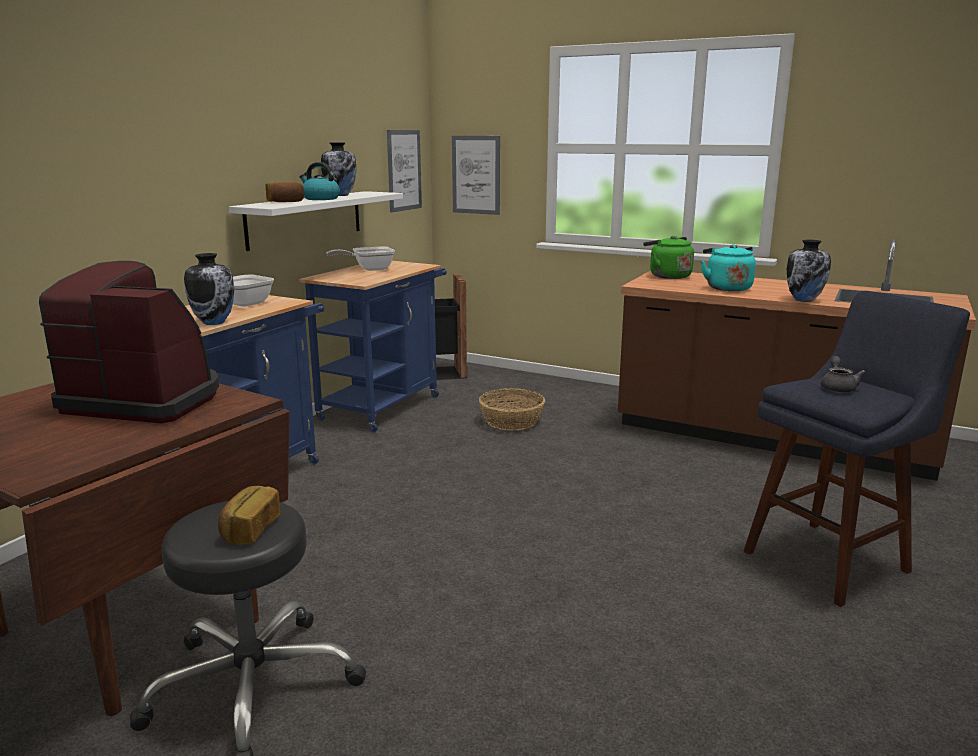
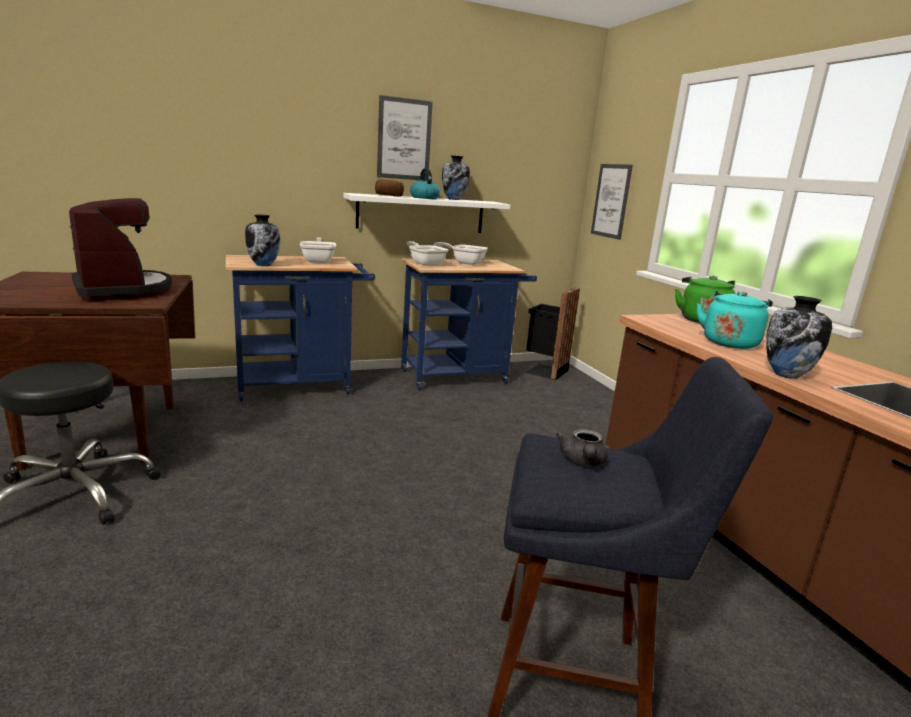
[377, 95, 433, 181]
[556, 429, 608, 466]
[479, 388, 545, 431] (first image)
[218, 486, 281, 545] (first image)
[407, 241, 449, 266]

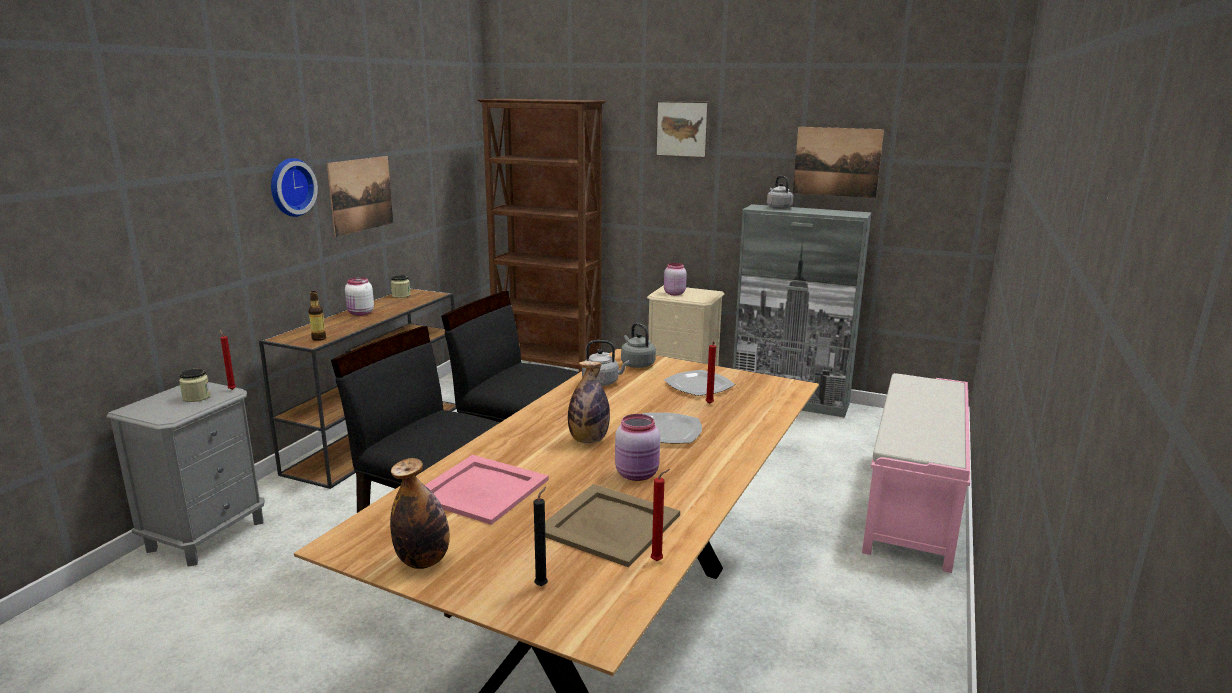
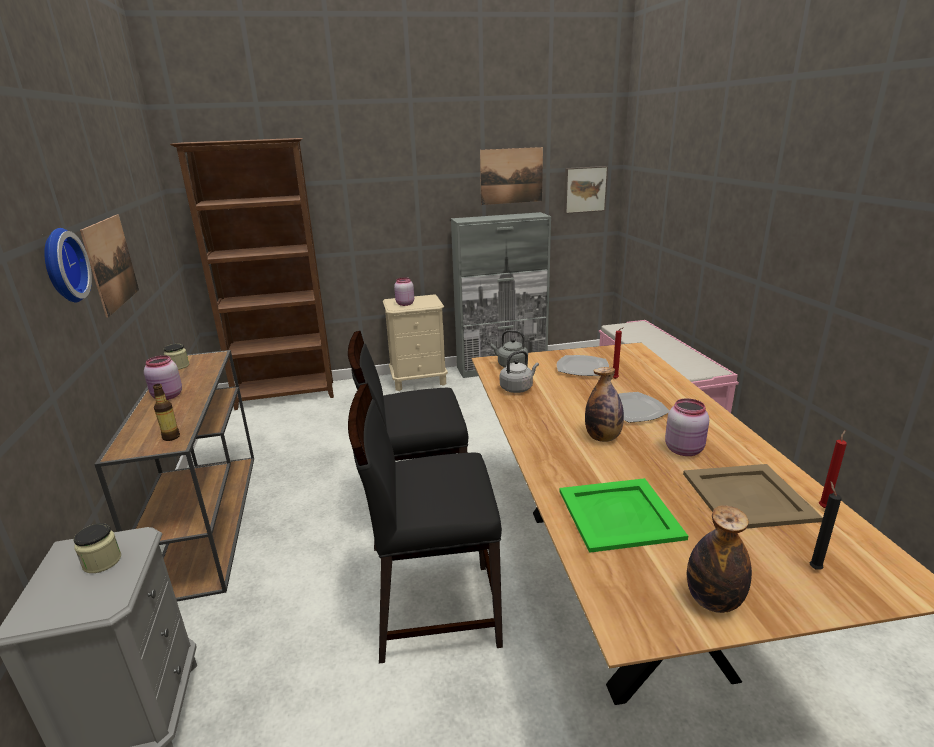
[564, 166, 608, 214]
[767, 176, 793, 209] (first image)
[144, 355, 182, 400]
[220, 330, 236, 390] (first image)
[559, 478, 688, 553]

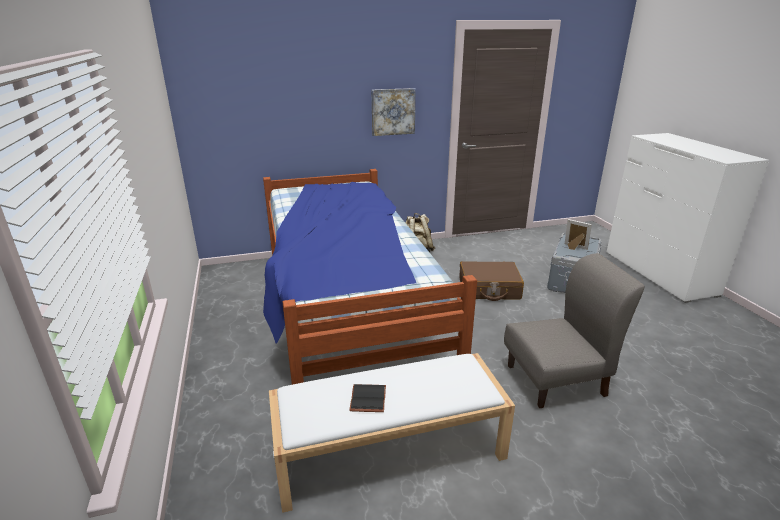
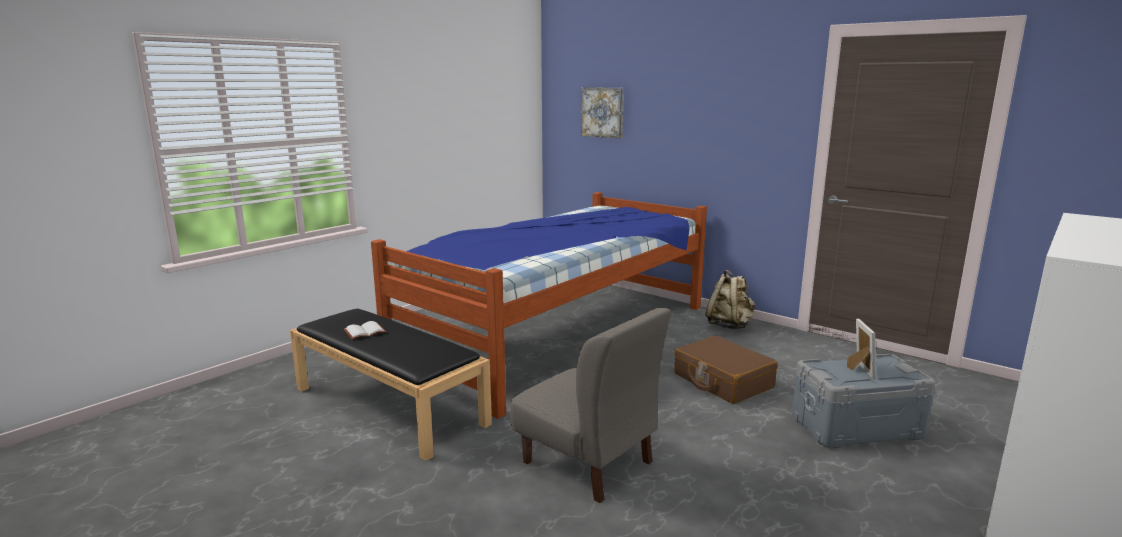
[581, 87, 624, 138]
[290, 309, 492, 461]
[344, 321, 386, 339]

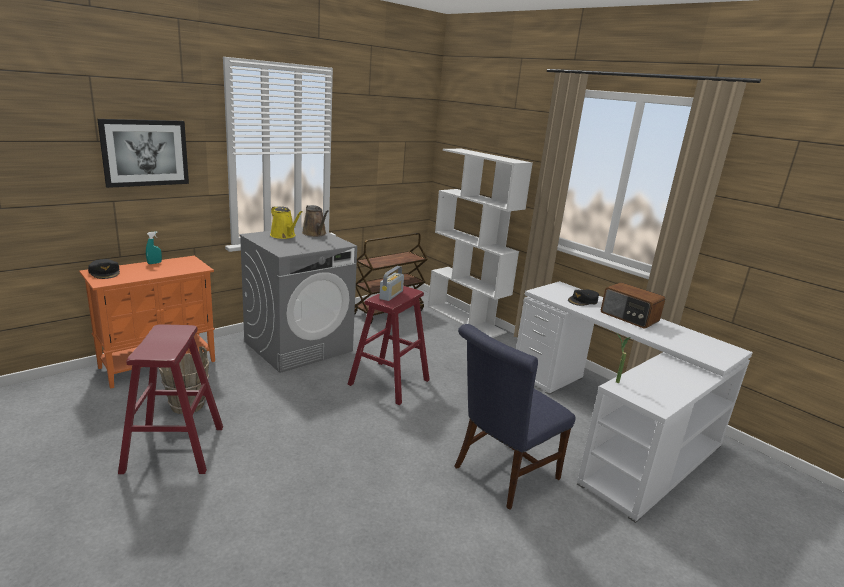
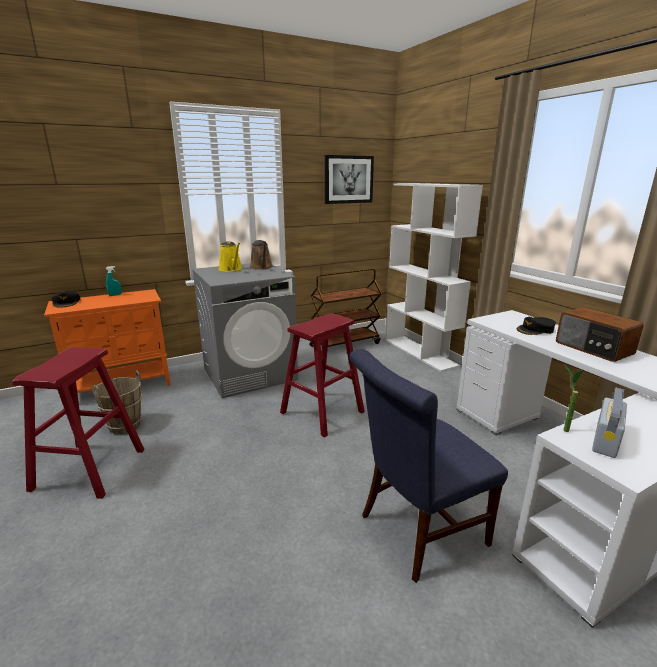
[325, 155, 374, 204]
[592, 387, 627, 458]

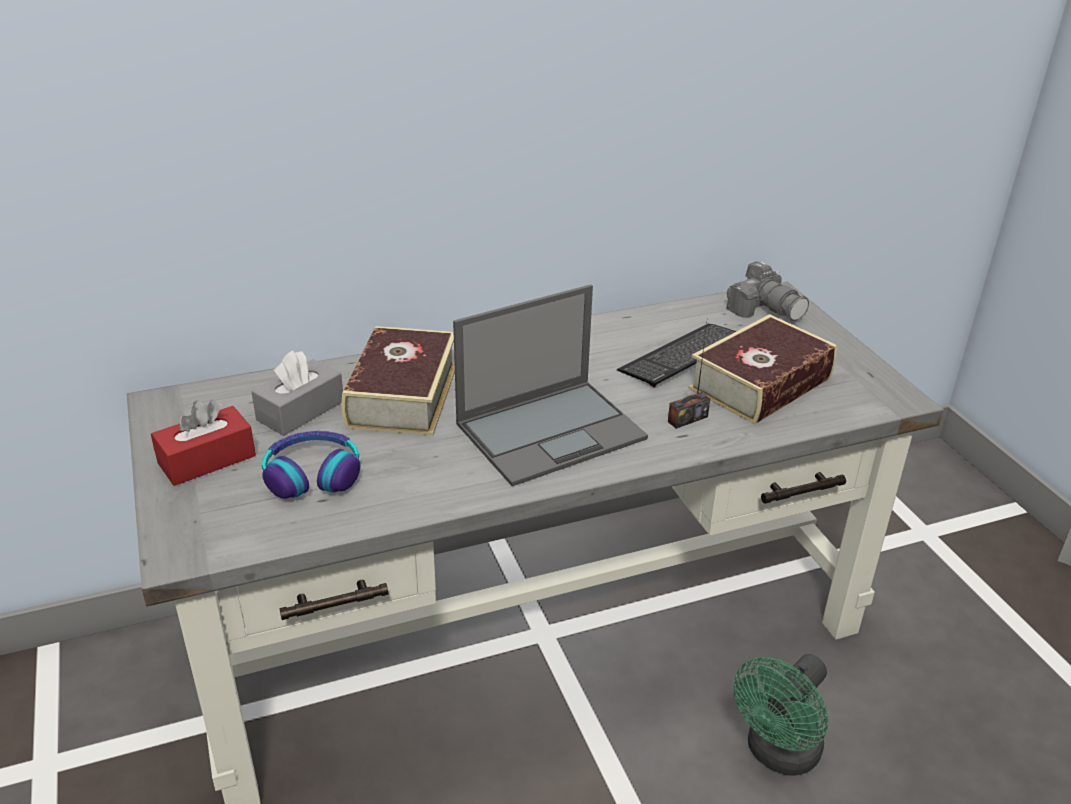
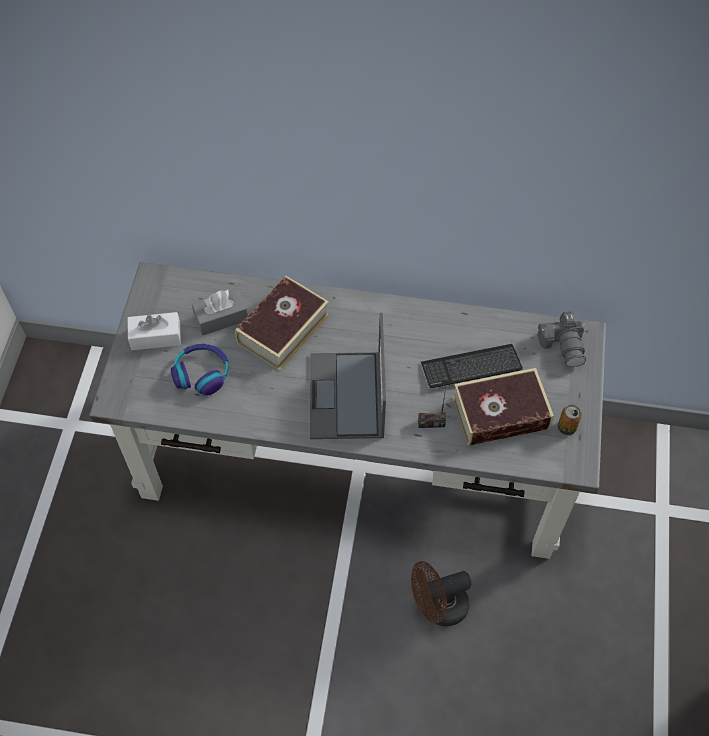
[310, 313, 386, 439]
[127, 312, 181, 350]
[411, 561, 472, 626]
[558, 405, 582, 435]

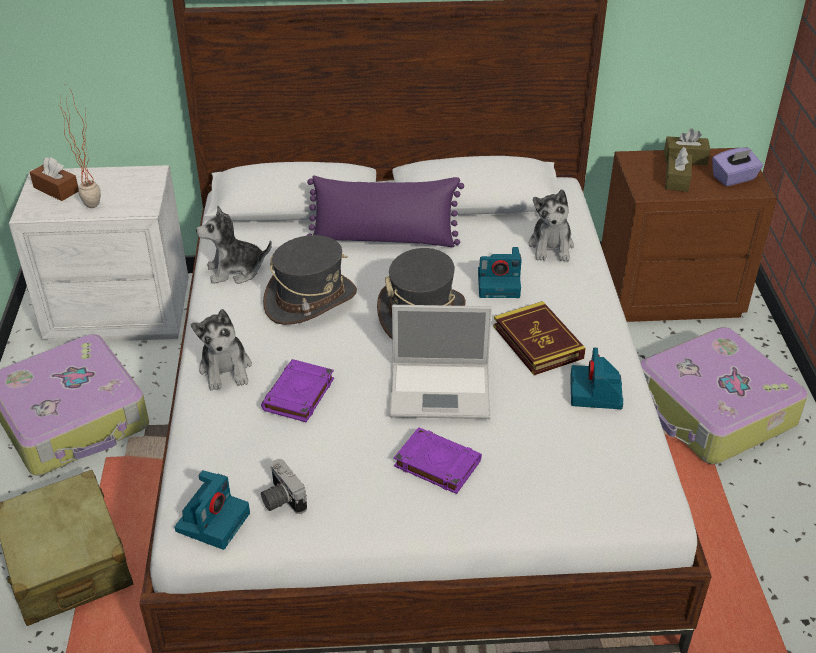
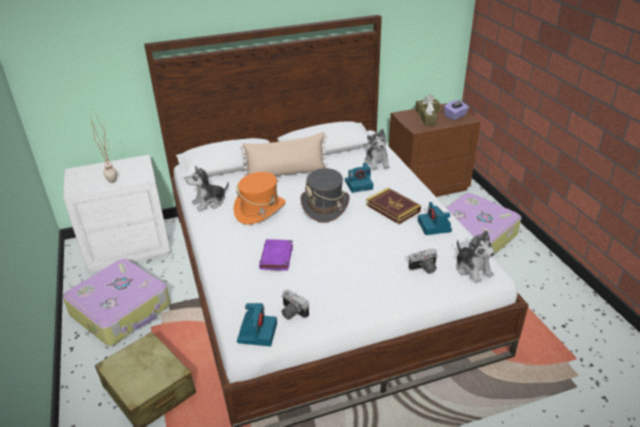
[30, 157, 79, 201] (first image)
[240, 132, 329, 176]
[234, 172, 286, 225]
[390, 305, 492, 419] (first image)
[456, 230, 495, 283]
[394, 427, 482, 494] (first image)
[409, 248, 437, 274]

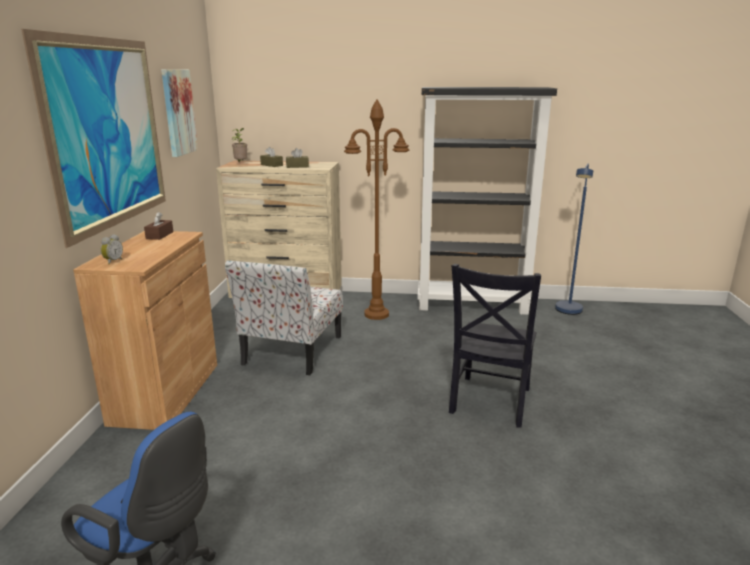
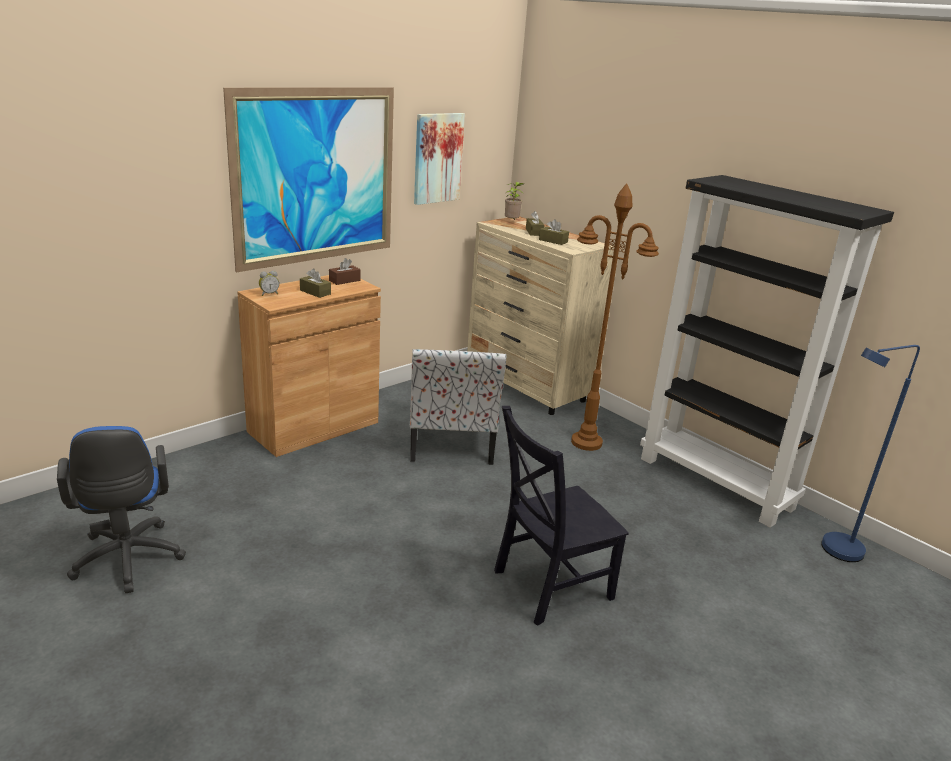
[410, 349, 506, 465]
[300, 269, 331, 298]

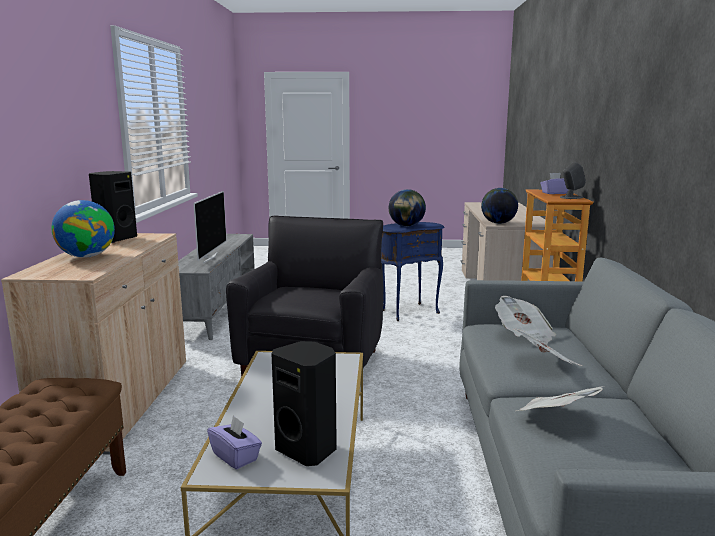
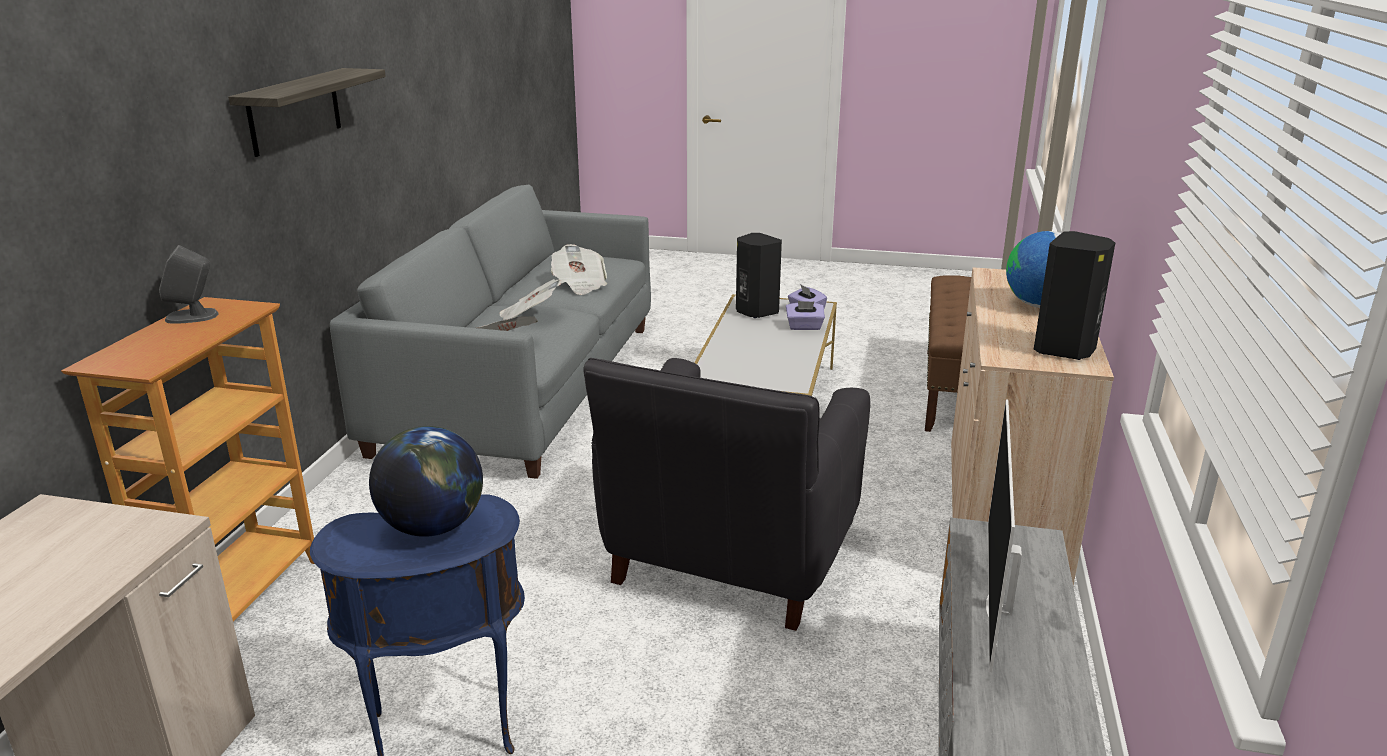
[786, 301, 825, 330]
[481, 188, 518, 224] (first image)
[228, 68, 386, 157]

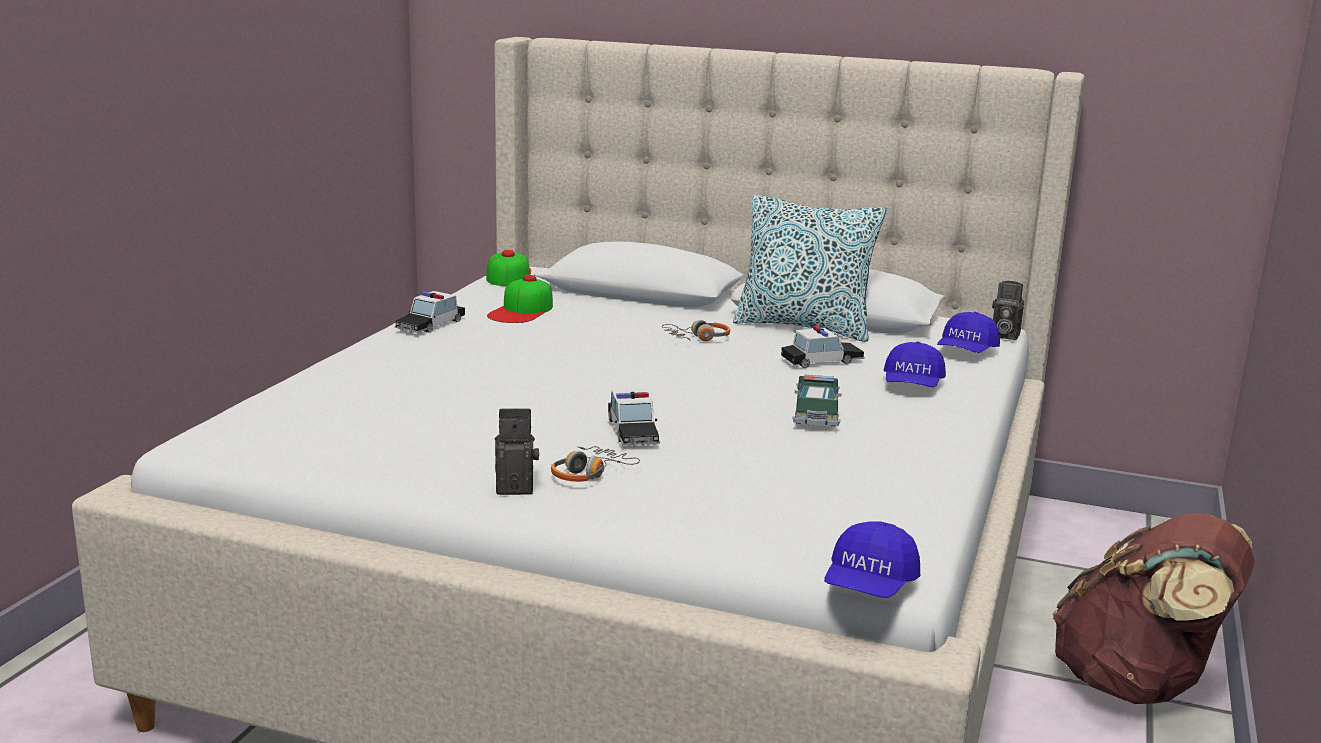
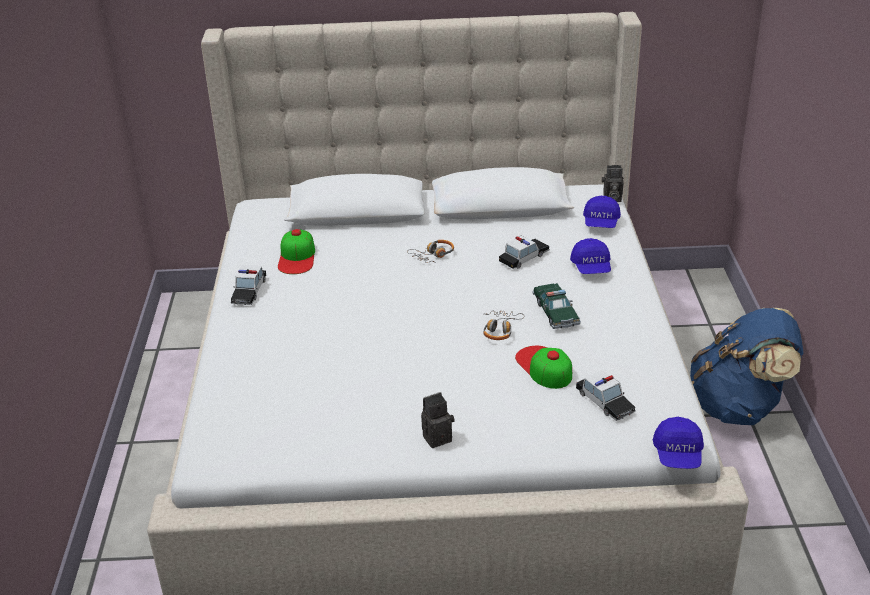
[733, 195, 888, 342] (first image)
[515, 346, 572, 389]
[576, 370, 636, 421]
[483, 310, 525, 340]
[690, 308, 804, 425]

